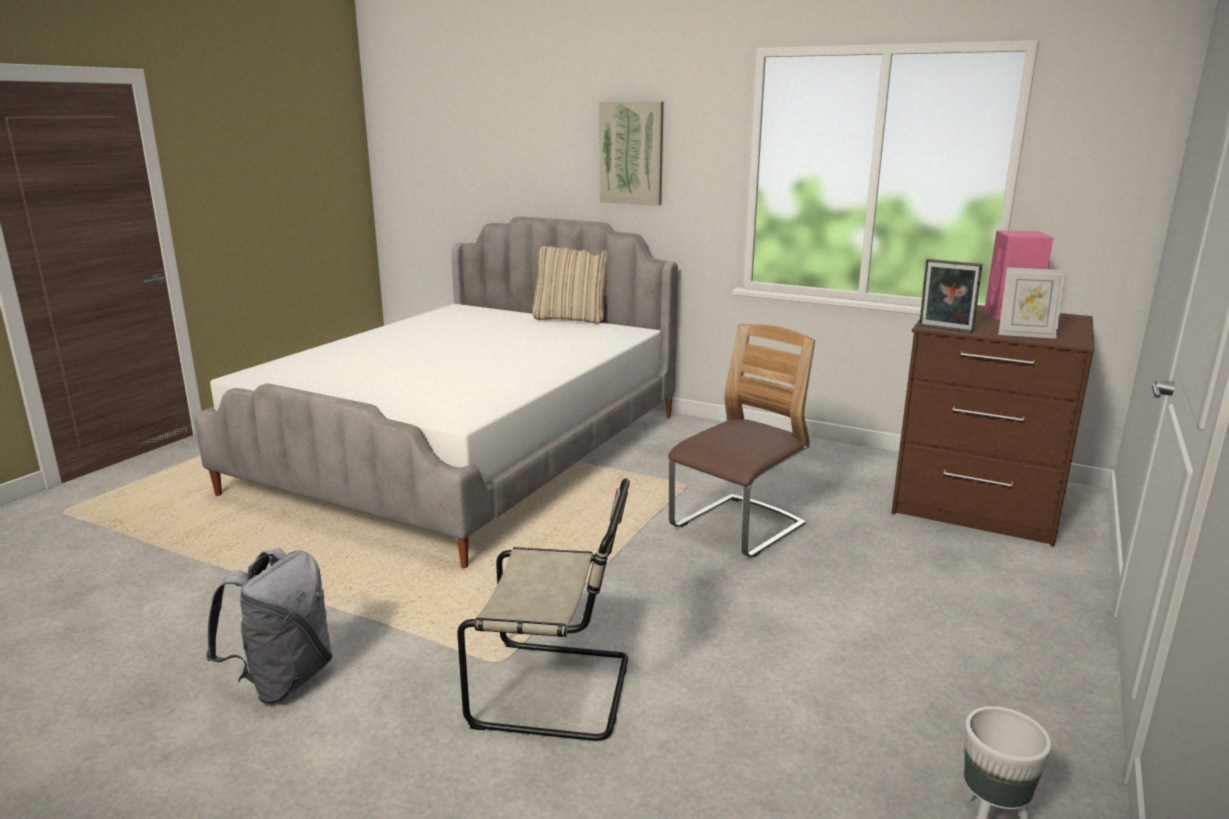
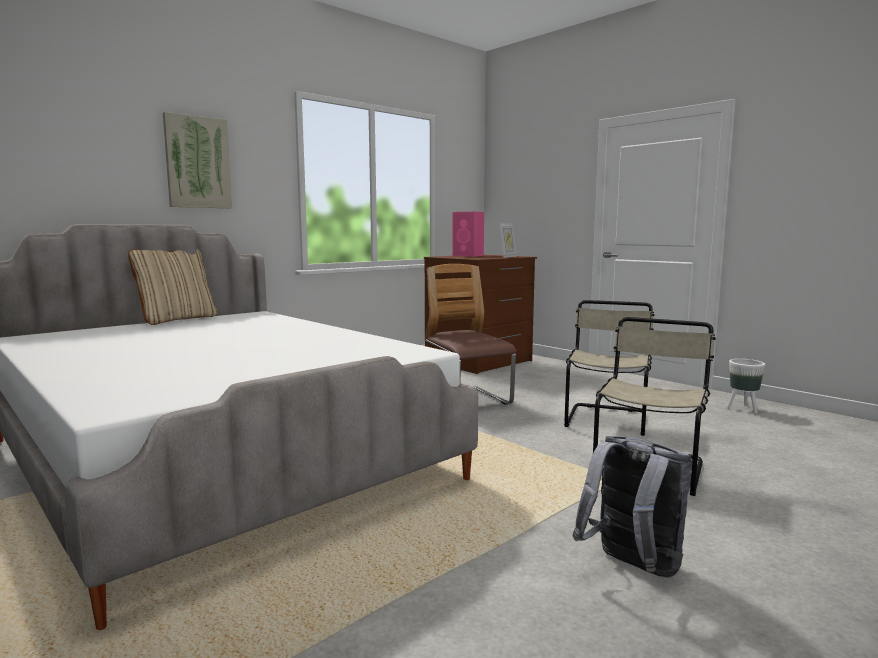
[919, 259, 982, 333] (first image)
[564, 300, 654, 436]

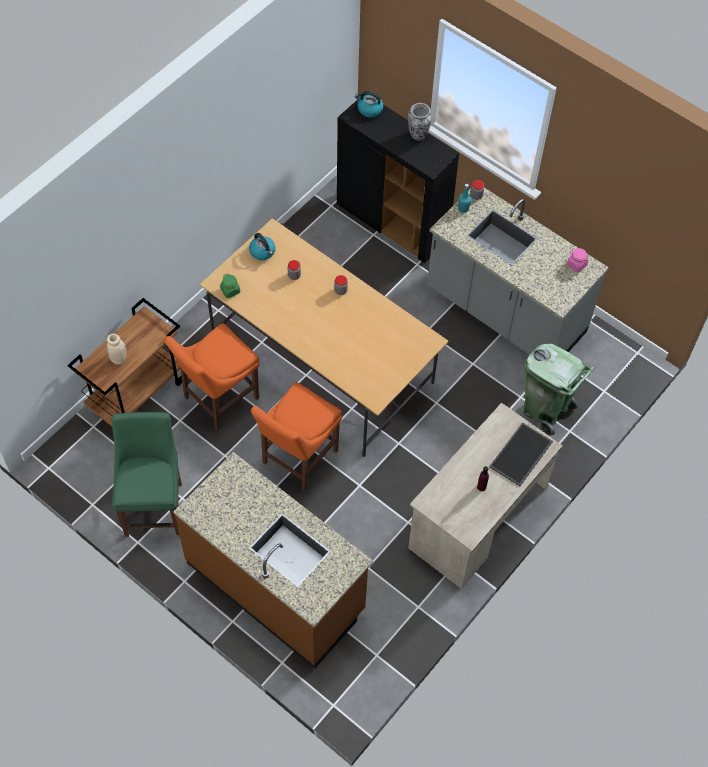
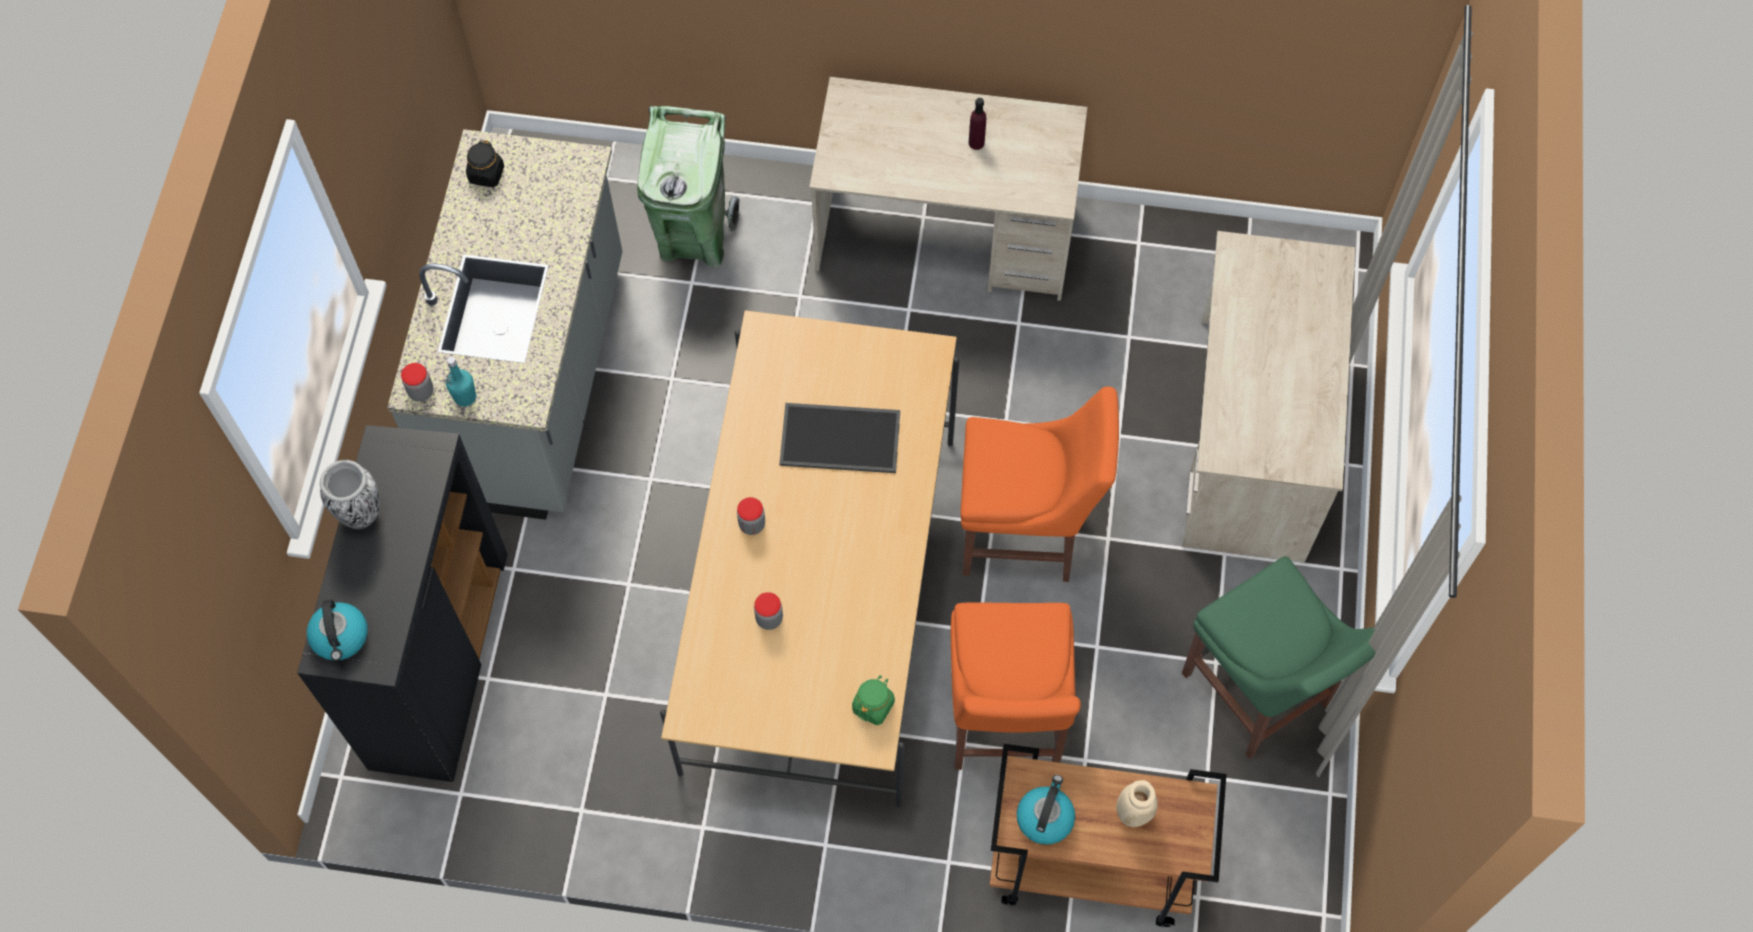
[1017, 775, 1075, 845]
[466, 140, 504, 187]
[951, 603, 1081, 770]
[1182, 556, 1376, 759]
[779, 403, 900, 473]
[1182, 231, 1355, 563]

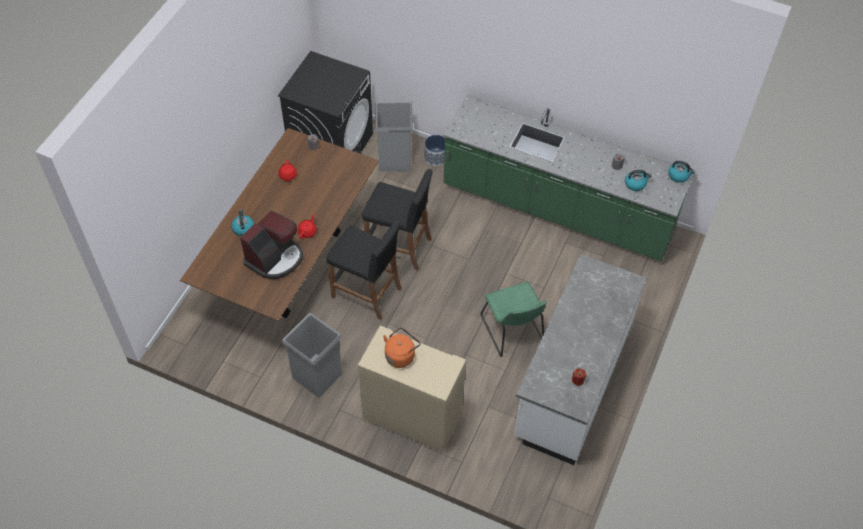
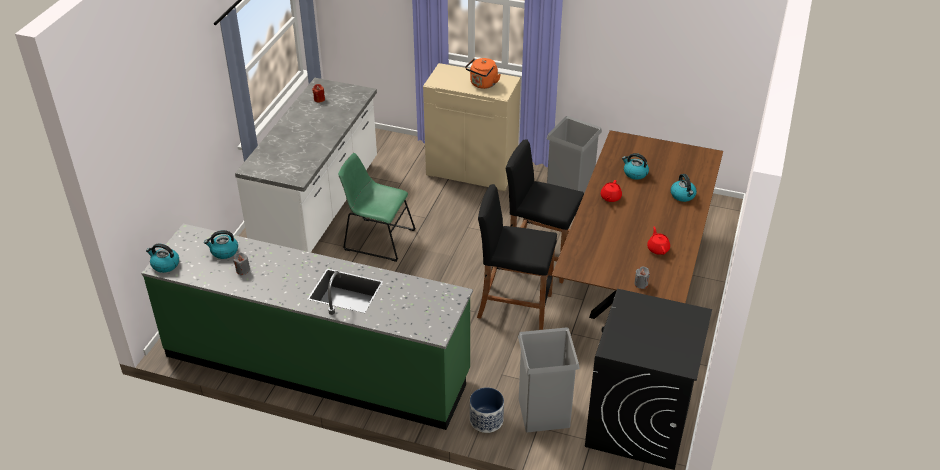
[622, 153, 649, 180]
[338, 153, 416, 262]

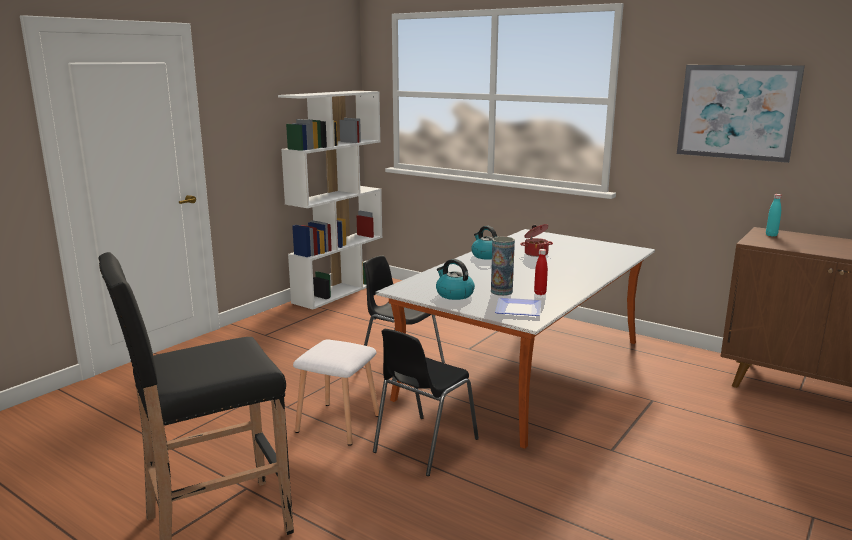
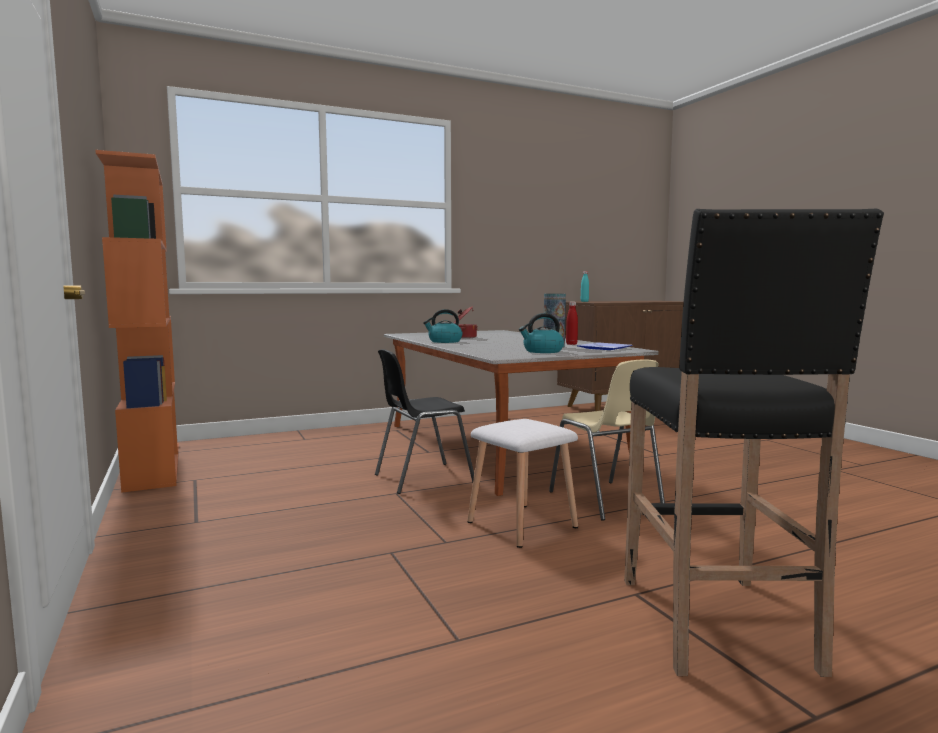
[677, 65, 805, 163] (first image)
[95, 150, 179, 493]
[549, 359, 665, 521]

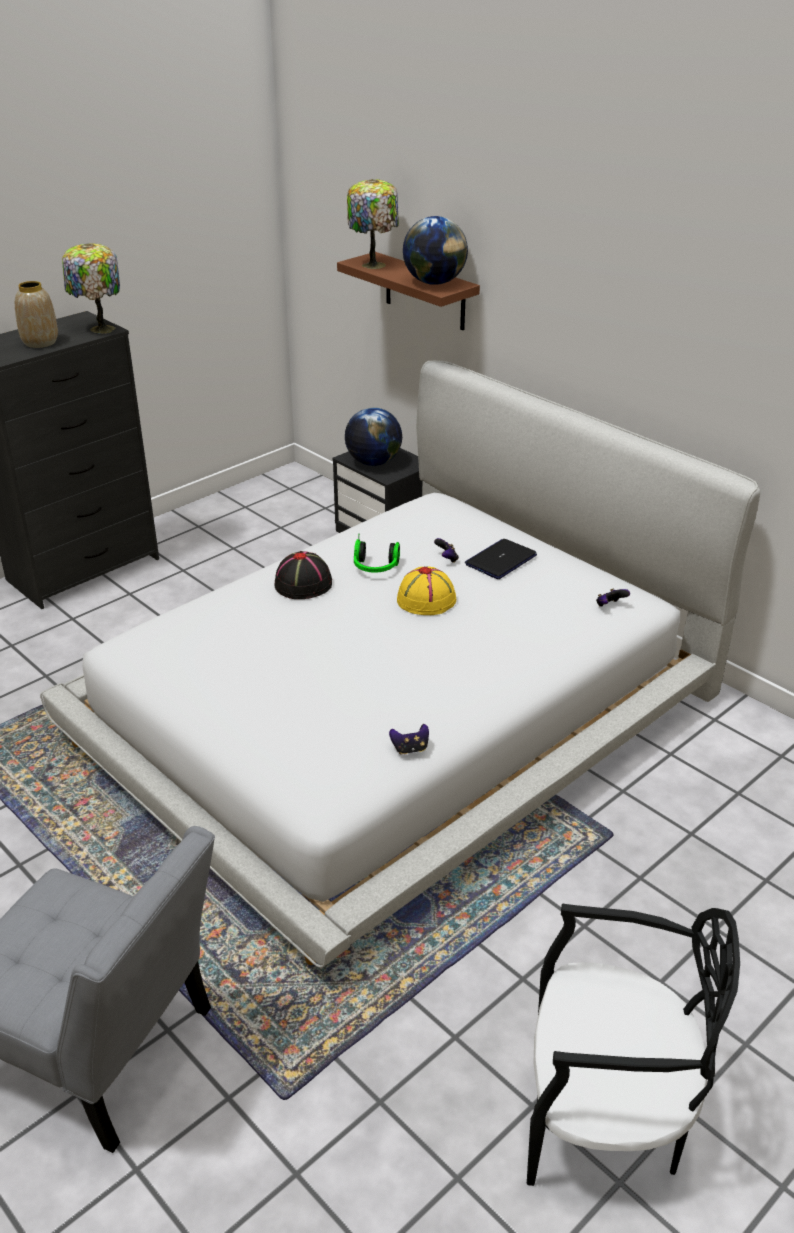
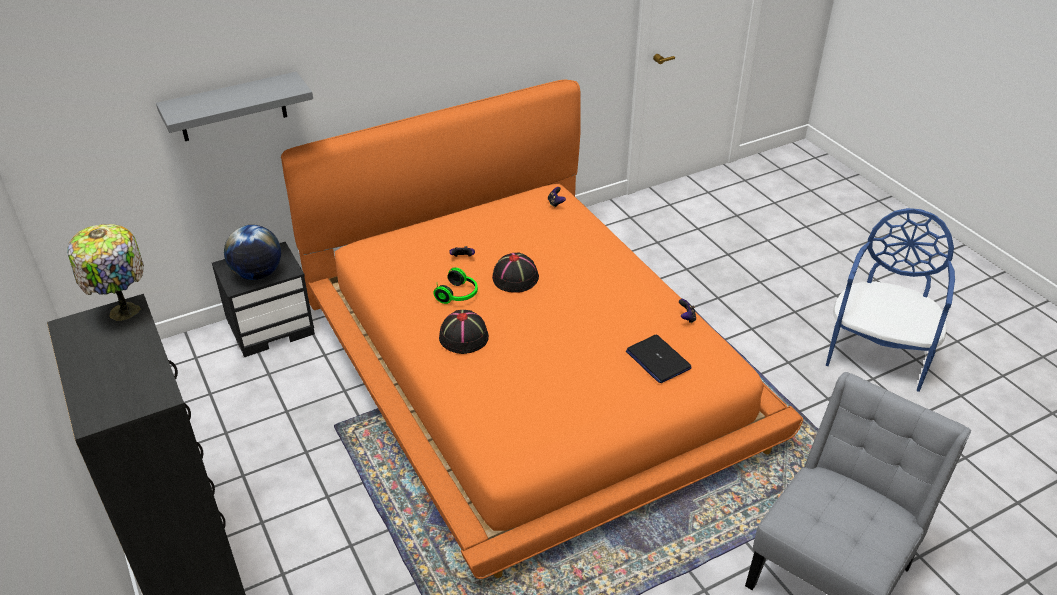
[347, 179, 399, 269] (first image)
[403, 216, 468, 285] (first image)
[156, 72, 313, 141]
[15, 281, 58, 348] (first image)
[281, 80, 803, 579]
[626, 335, 692, 383]
[492, 252, 539, 293]
[826, 208, 955, 392]

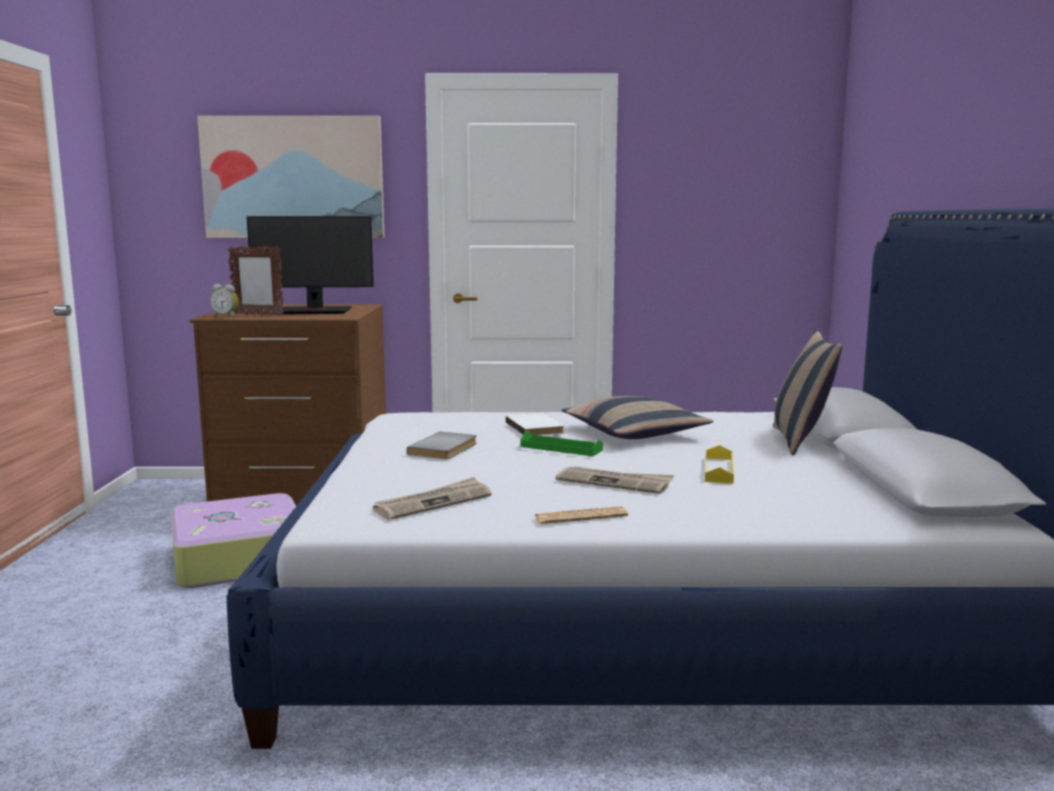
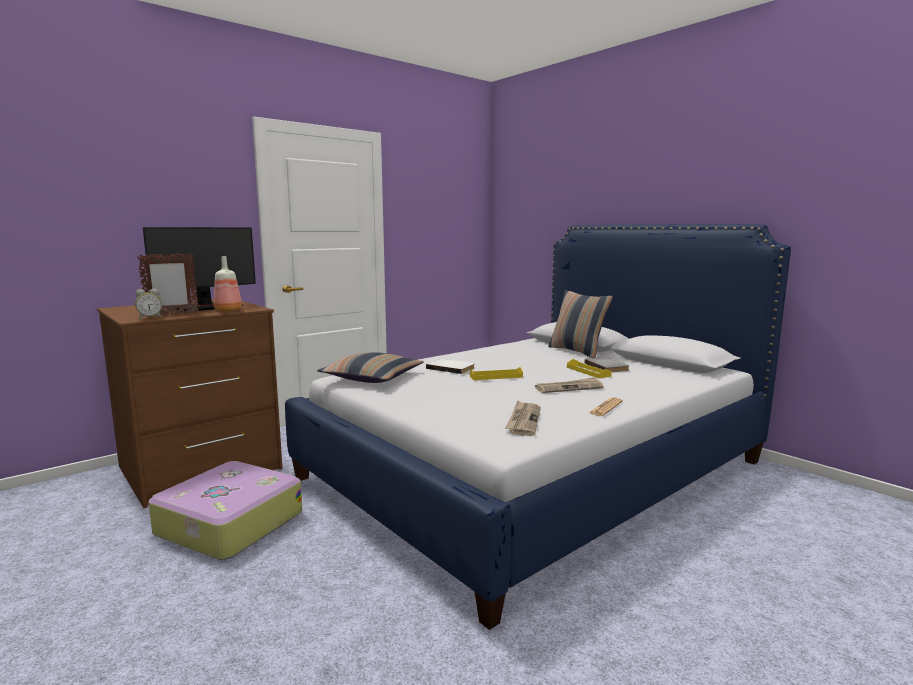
[197, 116, 385, 238] (first image)
[317, 352, 424, 383]
[585, 357, 629, 372]
[470, 367, 523, 380]
[214, 256, 242, 312]

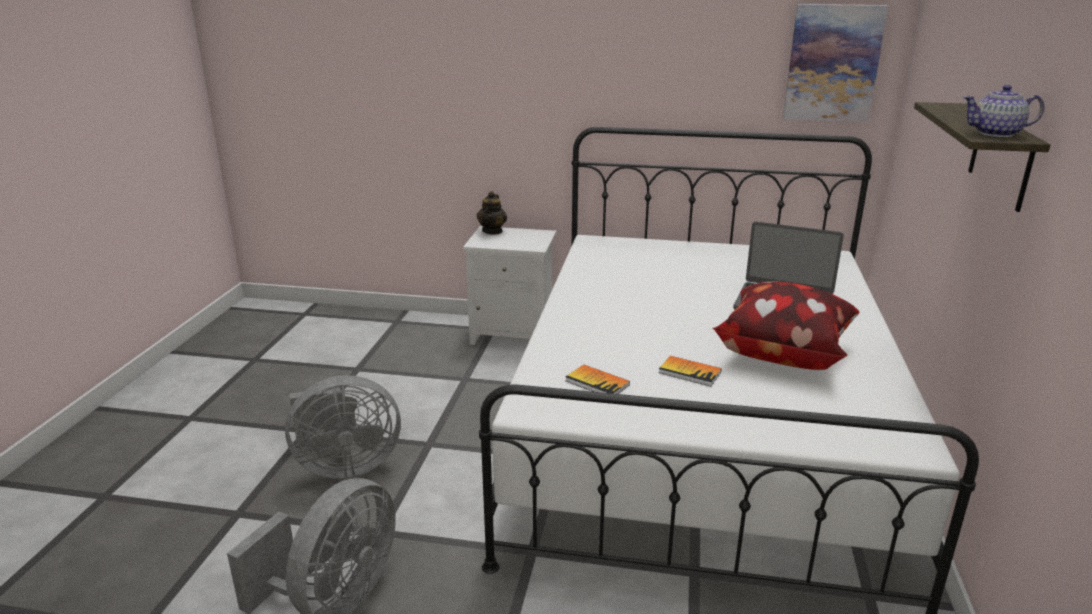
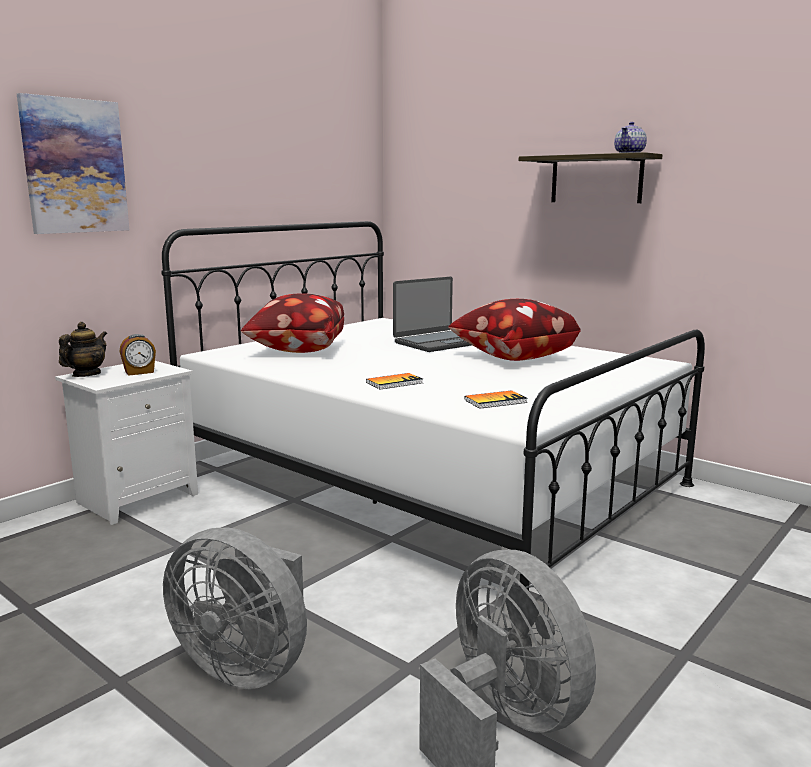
[17, 93, 129, 234]
[59, 322, 107, 377]
[366, 373, 423, 390]
[163, 527, 307, 689]
[241, 293, 344, 353]
[120, 334, 156, 376]

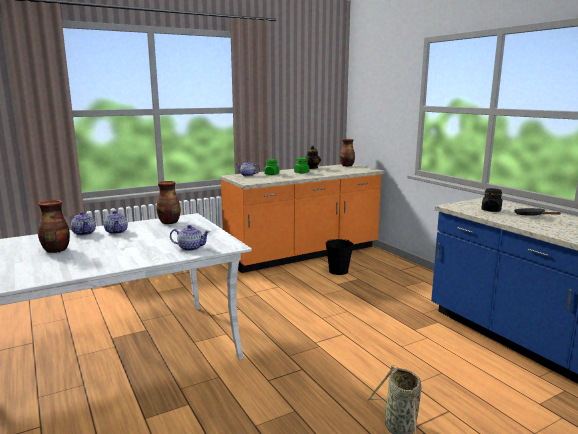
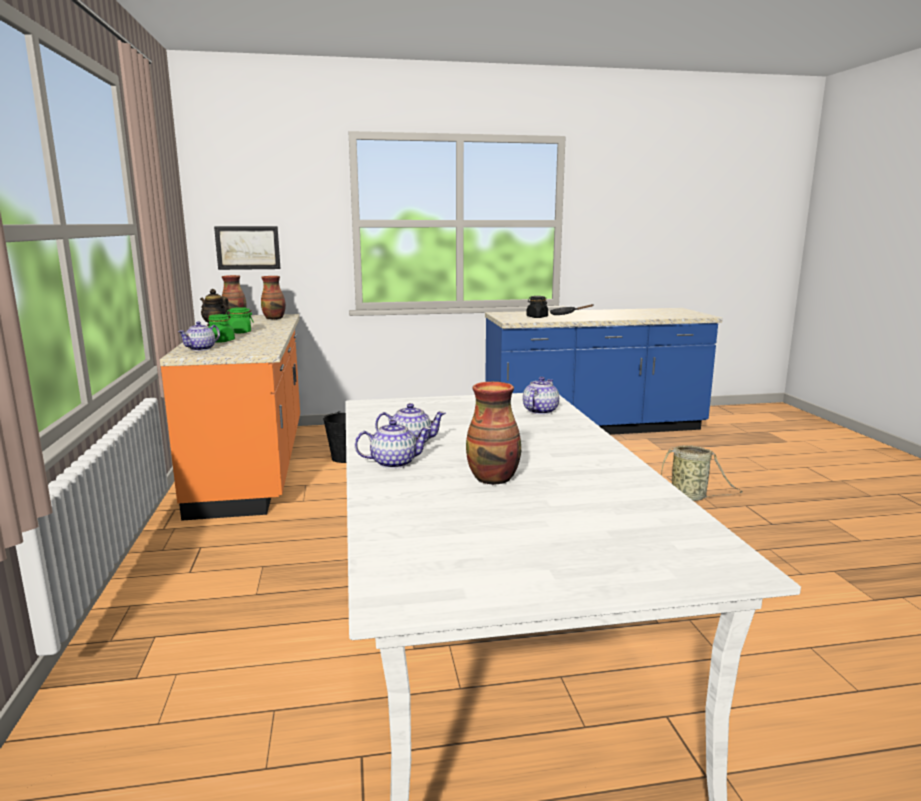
[261, 276, 286, 319]
[214, 226, 281, 270]

